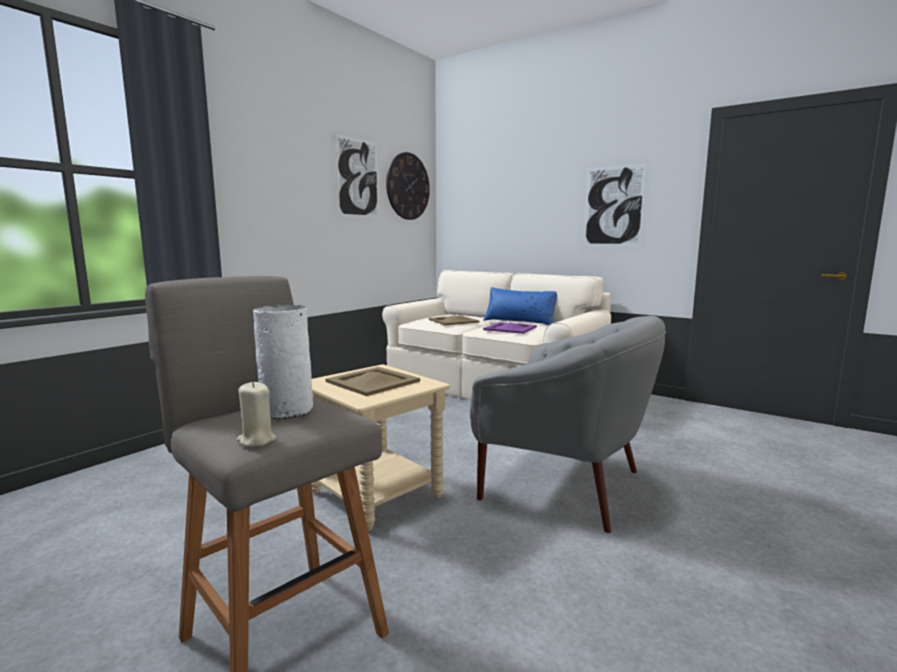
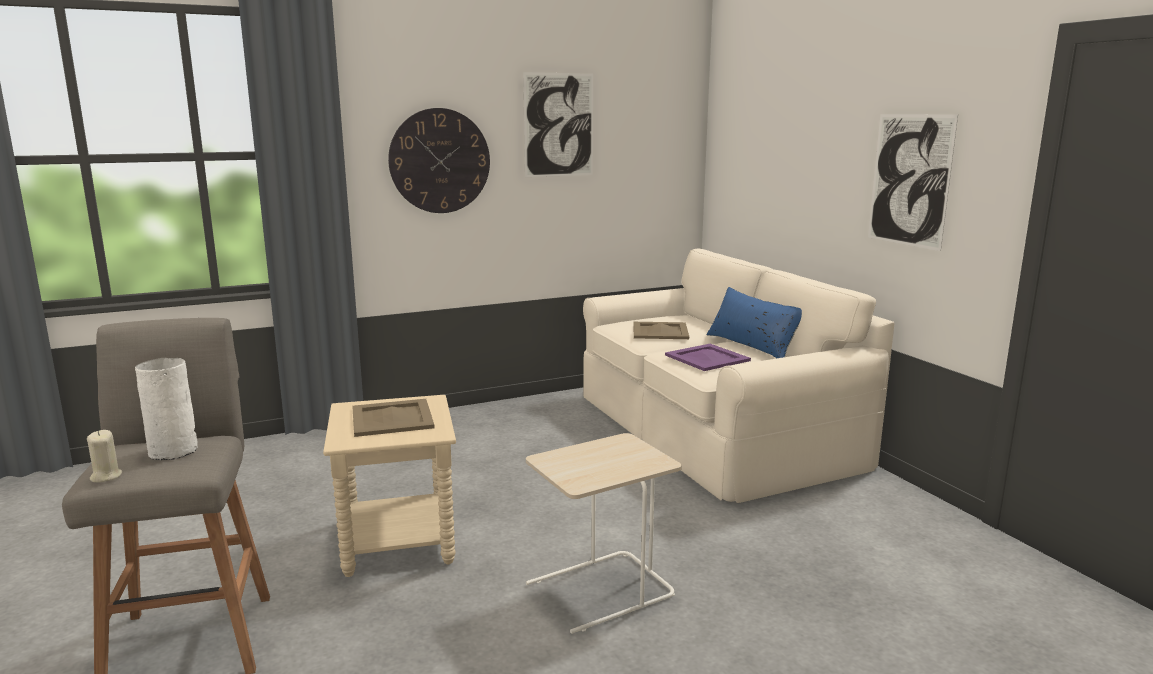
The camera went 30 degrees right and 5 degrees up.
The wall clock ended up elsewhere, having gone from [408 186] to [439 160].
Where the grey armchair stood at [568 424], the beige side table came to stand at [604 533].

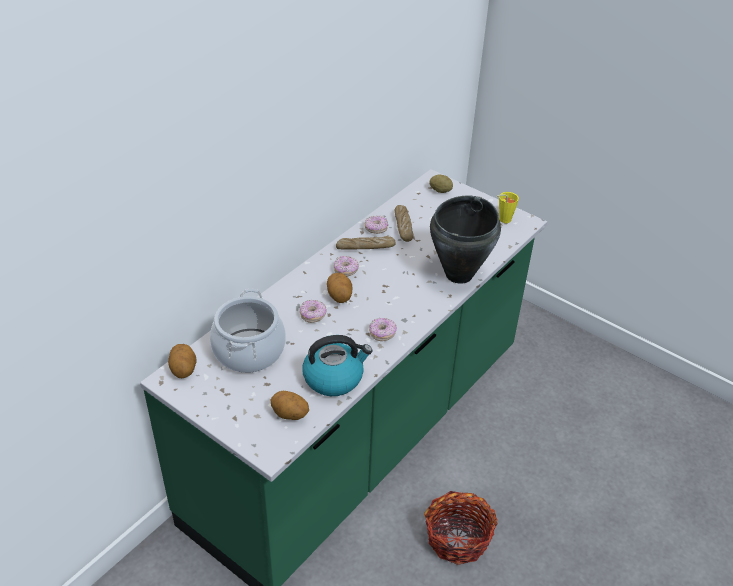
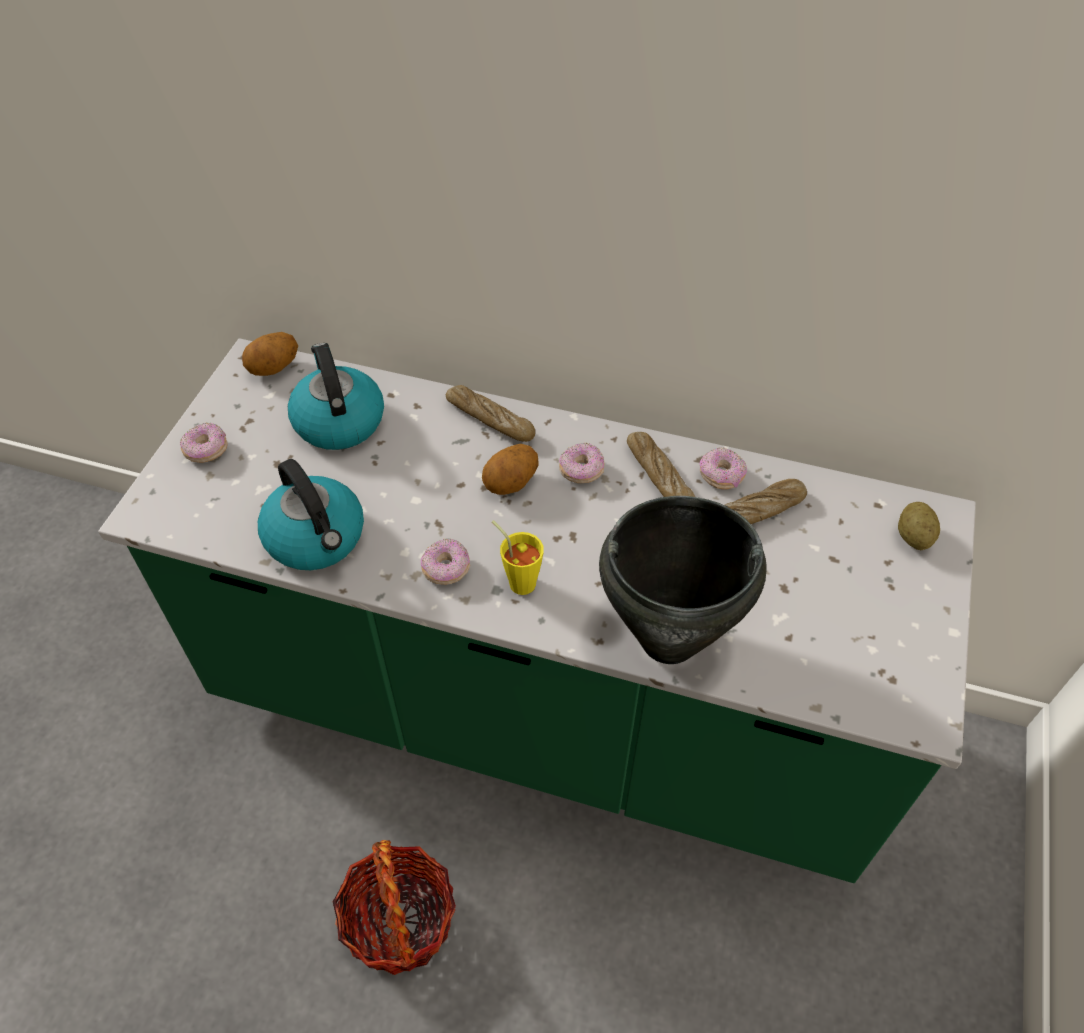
The camera went 70 degrees right and 10 degrees up.
The donut ended up elsewhere, having gone from [313 311] to [204 442].
Where the cooking pot stood at [248 331], the kettle came to stand at [336 396].
The second view gained the bread at [490 413].
The yellow cup ended up elsewhere, having gone from [508 207] to [518 557].
The second view lost the potato at [290 405].

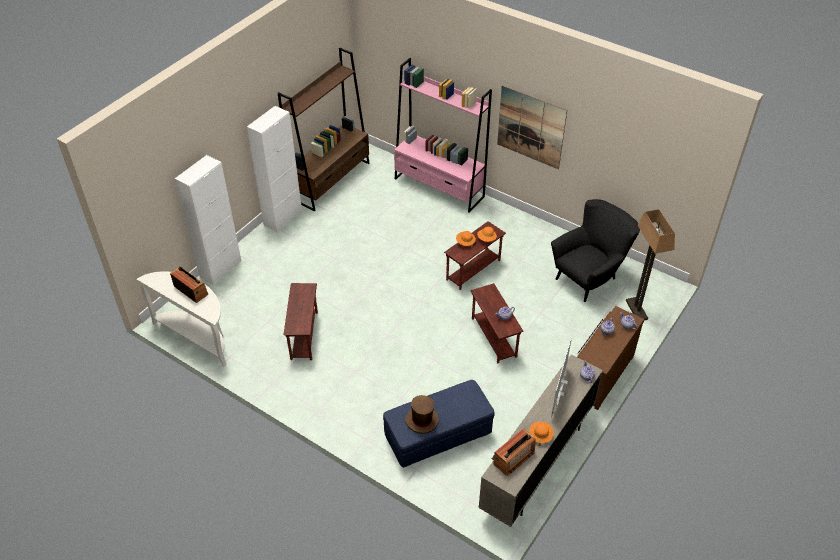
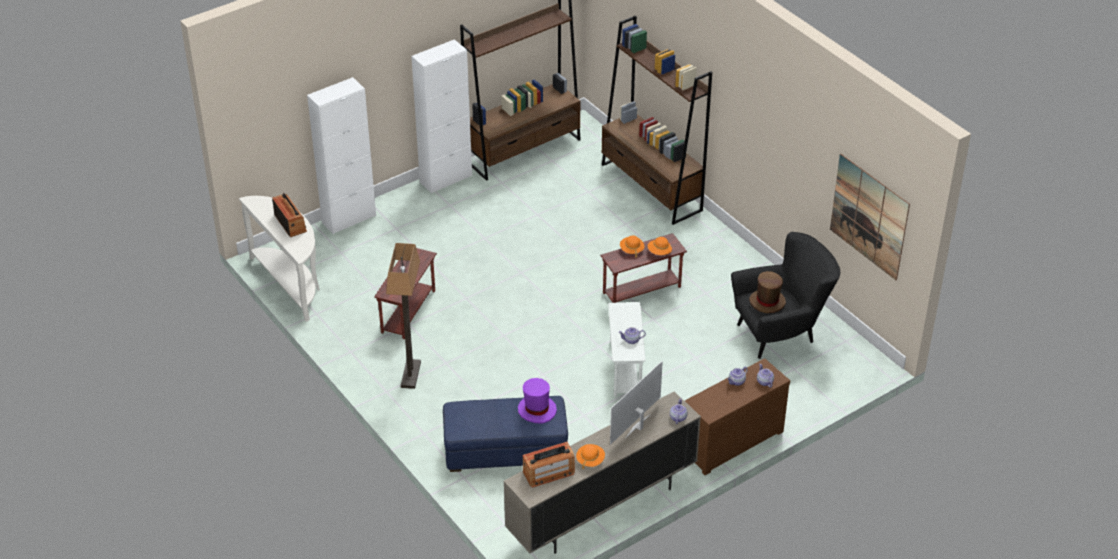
The camera went 20 degrees right and 5 degrees down.
The floor lamp ended up elsewhere, having gone from [650 265] to [403 316].
The second view gained the purple hat at [537 400].
What was the pink bookcase at [443 135] turned into the brown bookcase at [657 120].
What was the brown side table at [496 323] turned into the white side table at [627 349].
The brown hat ended up elsewhere, having gone from [422 414] to [767 292].
The picture ended up elsewhere, having gone from [532 127] to [870 217].

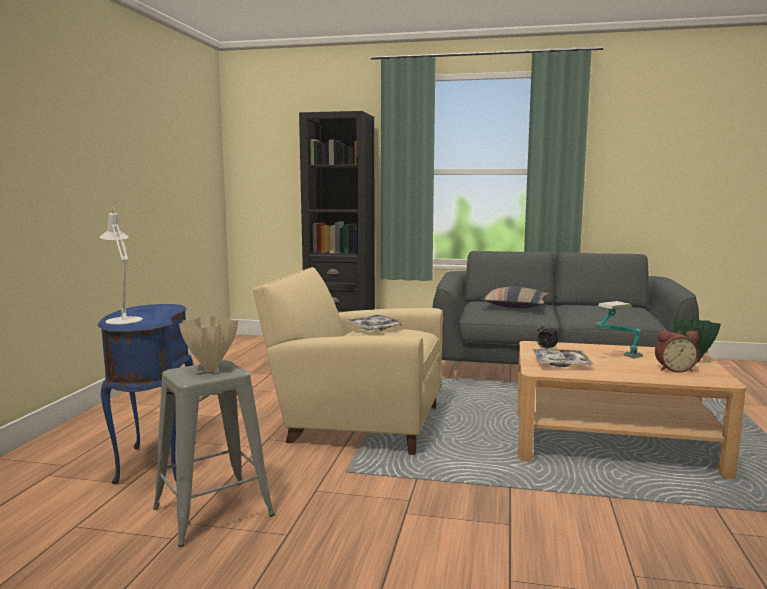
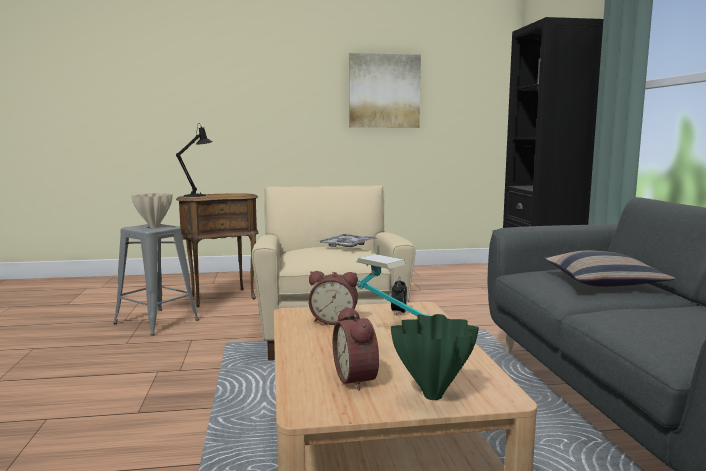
The camera went 70 degrees right and 0 degrees up.
What was the white table lamp at [121 266] turned into the black table lamp at [194 160].
What was the blue side table at [147 394] turned into the brown side table at [217 250].
Where the tray stood at [563 358], the alarm clock came to stand at [333 298].
The second view gained the picture at [385 90].

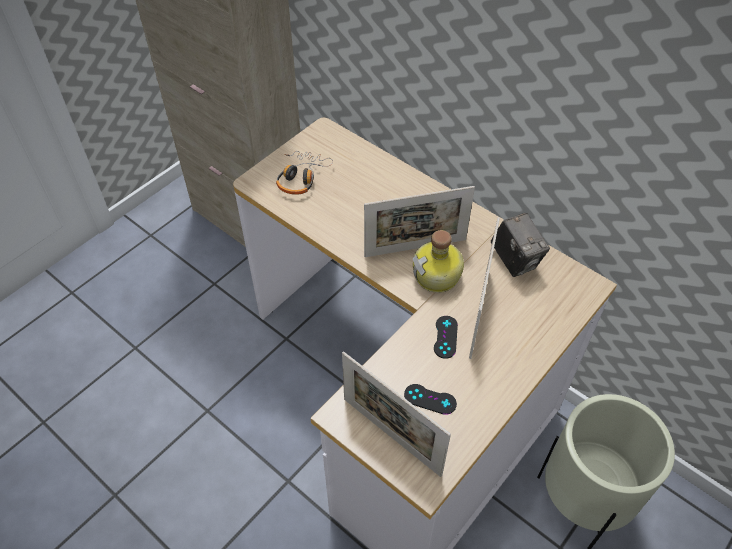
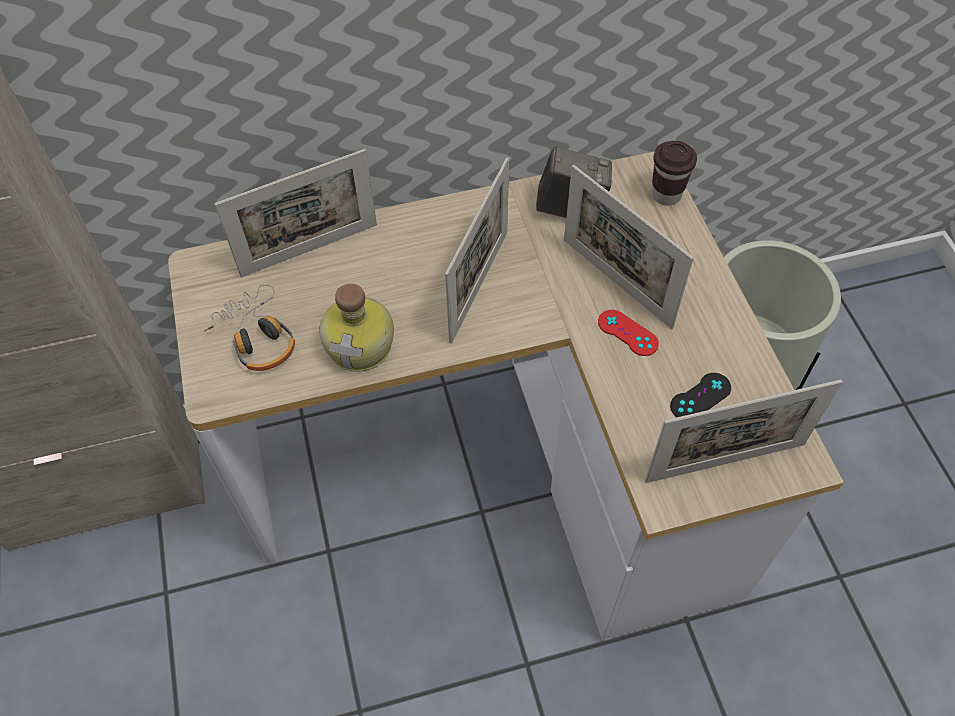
The camera went 55 degrees left and 5 degrees up.
The second view gained the picture frame at [296 213].
The bottle ended up elsewhere, having gone from [438 261] to [356 328].
What was the black game controller at [446 337] turned into the red game controller at [628 333].
The second view gained the brown cup at [674 173].

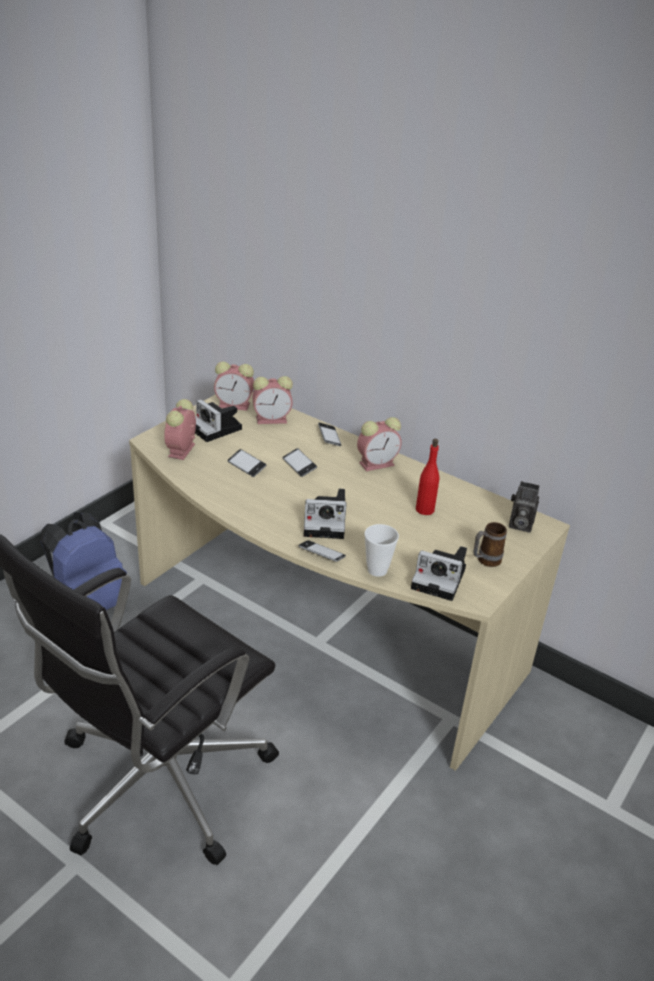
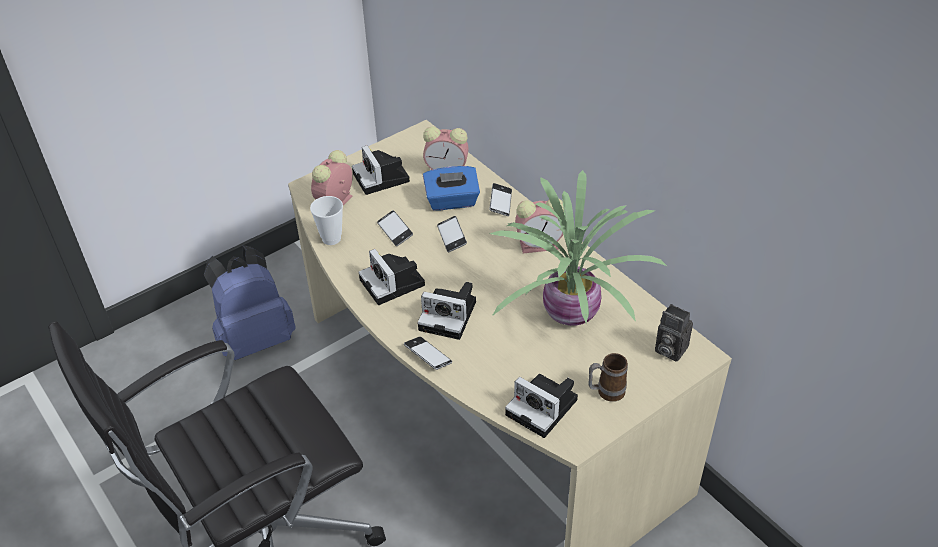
The camera went 20 degrees right and 10 degrees up.
The cup ended up elsewhere, having gone from [381 550] to [326 220].
The second view gained the photo camera at [392 277].
The second view gained the blue tissue box at [451 188].
Where the red bottle stood at [428 477], the potted plant came to stand at [578 248].
The second view lost the alarm clock at [234 386].

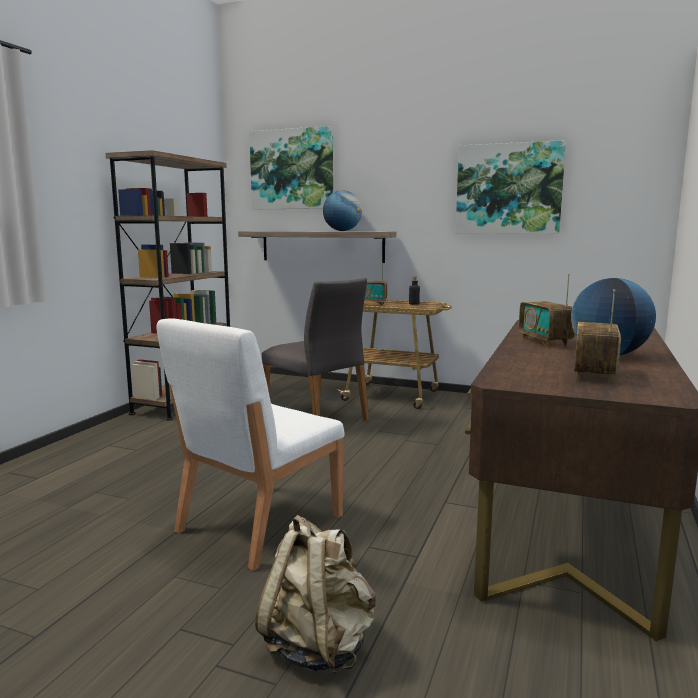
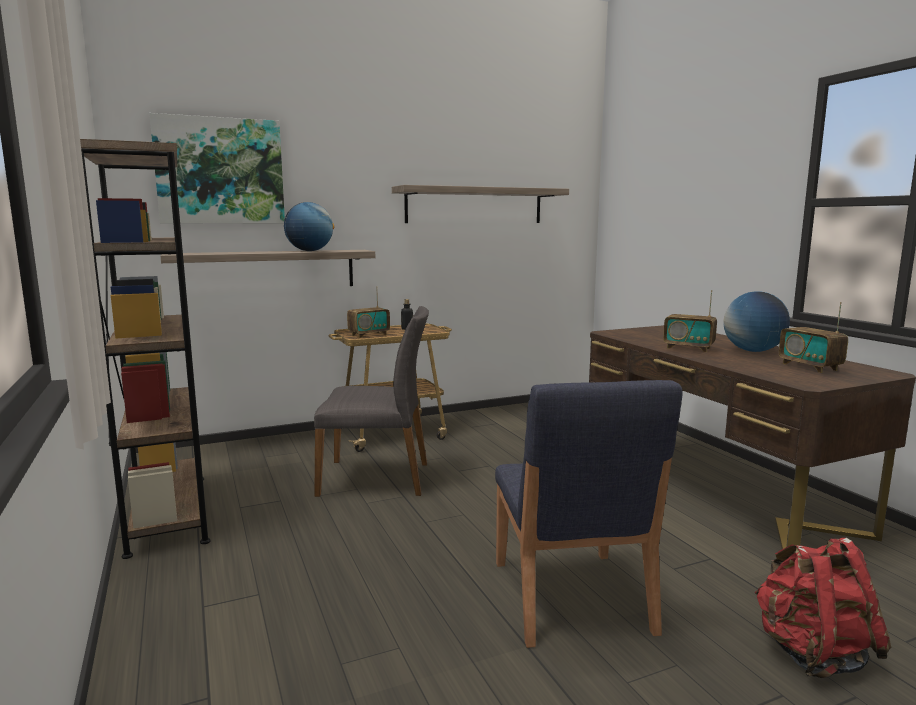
The camera went 45 degrees left and 0 degrees up.
Where the picture hung at [511 187], the shelf came to hang at [480 204].
What was the white chair at [251 444] turned into the blue chair at [589 514].
What was the beige backpack at [315 594] turned into the red backpack at [822 608].

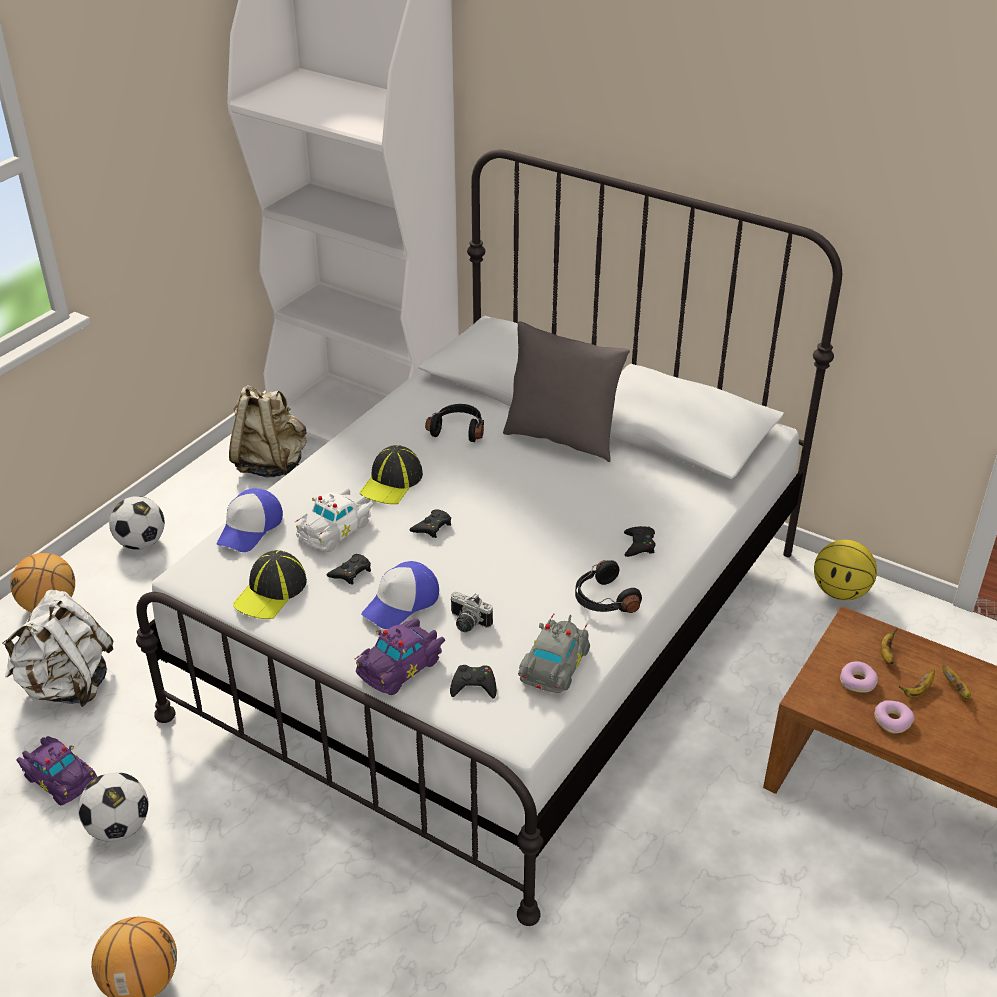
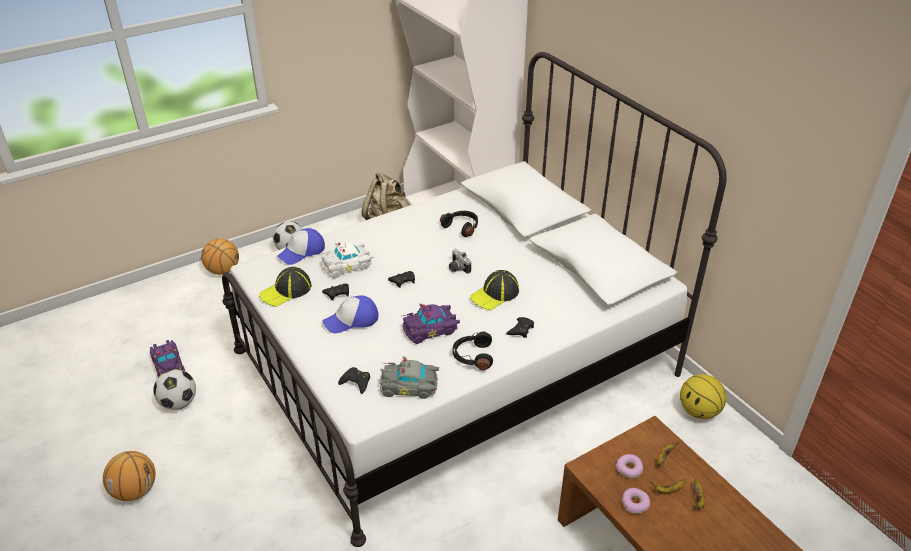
The camera went 25 degrees right and 0 degrees up.
The grey toy car at [554 653] ended up facing another way, 135 degrees counterclockwise from before.
The purple toy car ended up elsewhere, having gone from [399 656] to [431 324].
The photo camera ended up elsewhere, having gone from [471 612] to [460 261].
The cap ended up elsewhere, having gone from [391 474] to [494 290].
The second view lost the white backpack at [58 648].
The second view lost the grey pillow at [566 391].

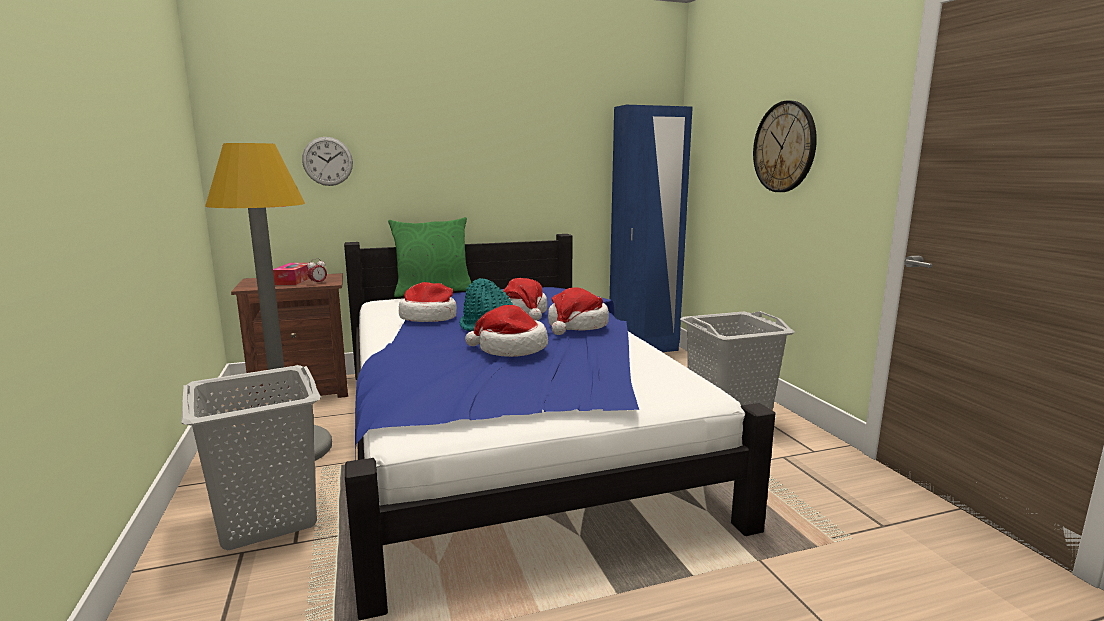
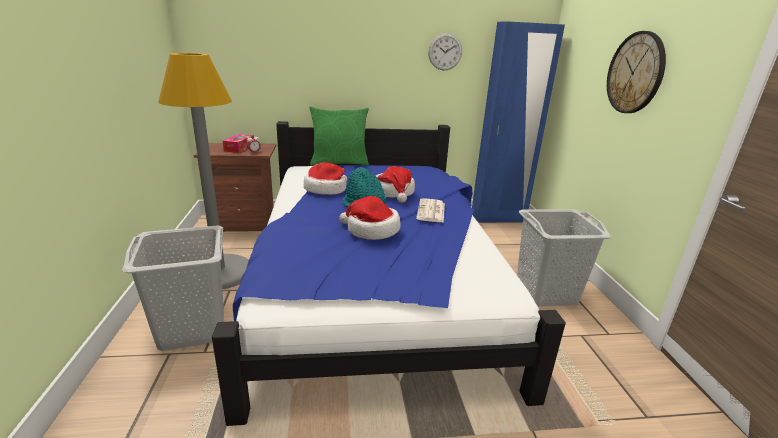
The camera went 10 degrees right and 10 degrees up.
Where the hat stood at [578 311], the newspaper came to stand at [430 210].
The wall clock ended up elsewhere, having gone from [327 161] to [445 52].

